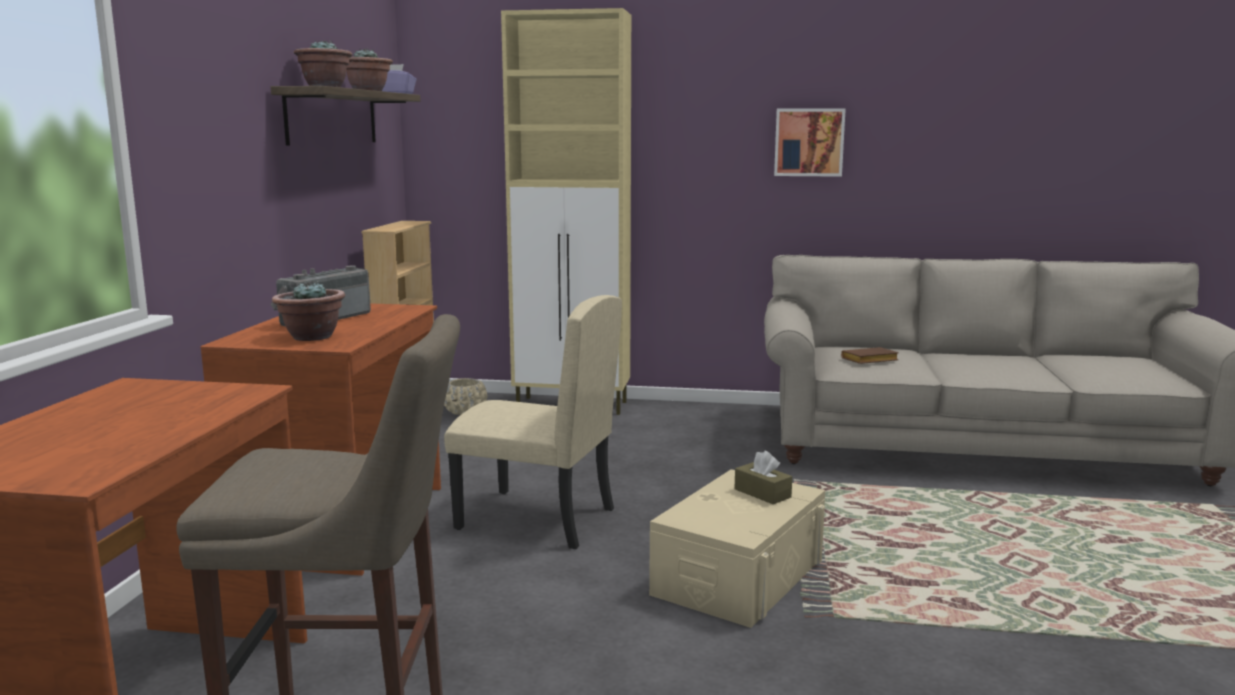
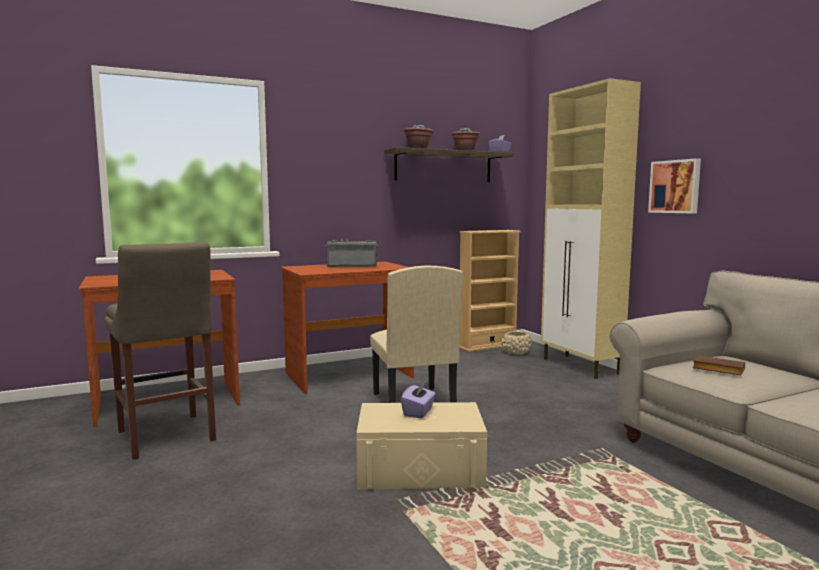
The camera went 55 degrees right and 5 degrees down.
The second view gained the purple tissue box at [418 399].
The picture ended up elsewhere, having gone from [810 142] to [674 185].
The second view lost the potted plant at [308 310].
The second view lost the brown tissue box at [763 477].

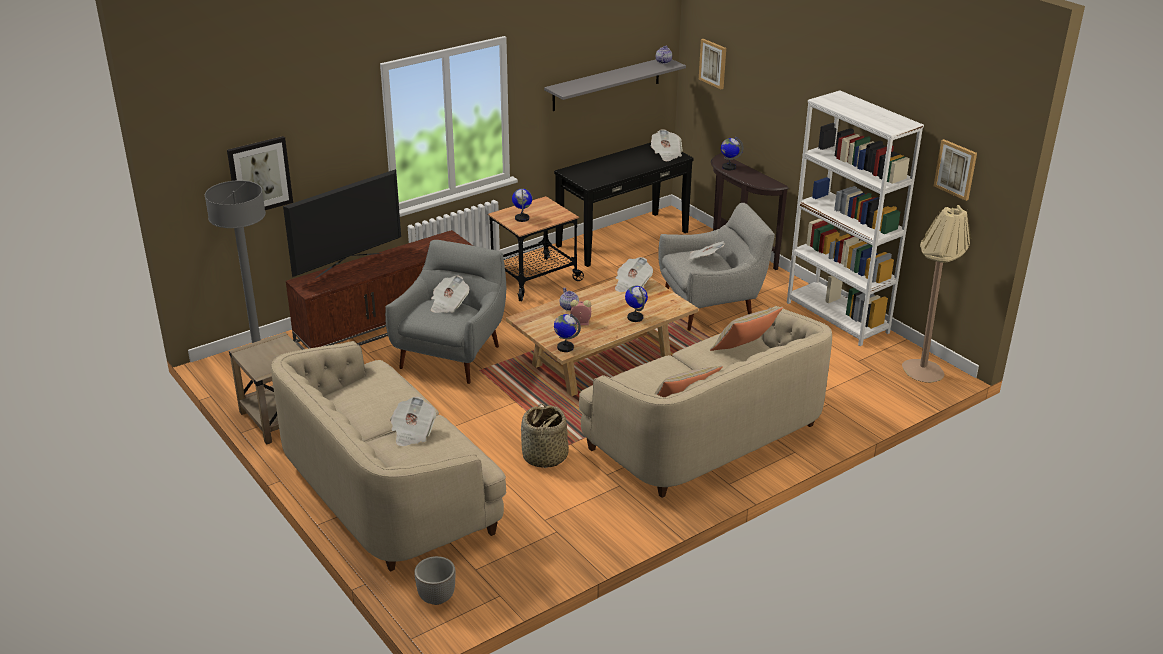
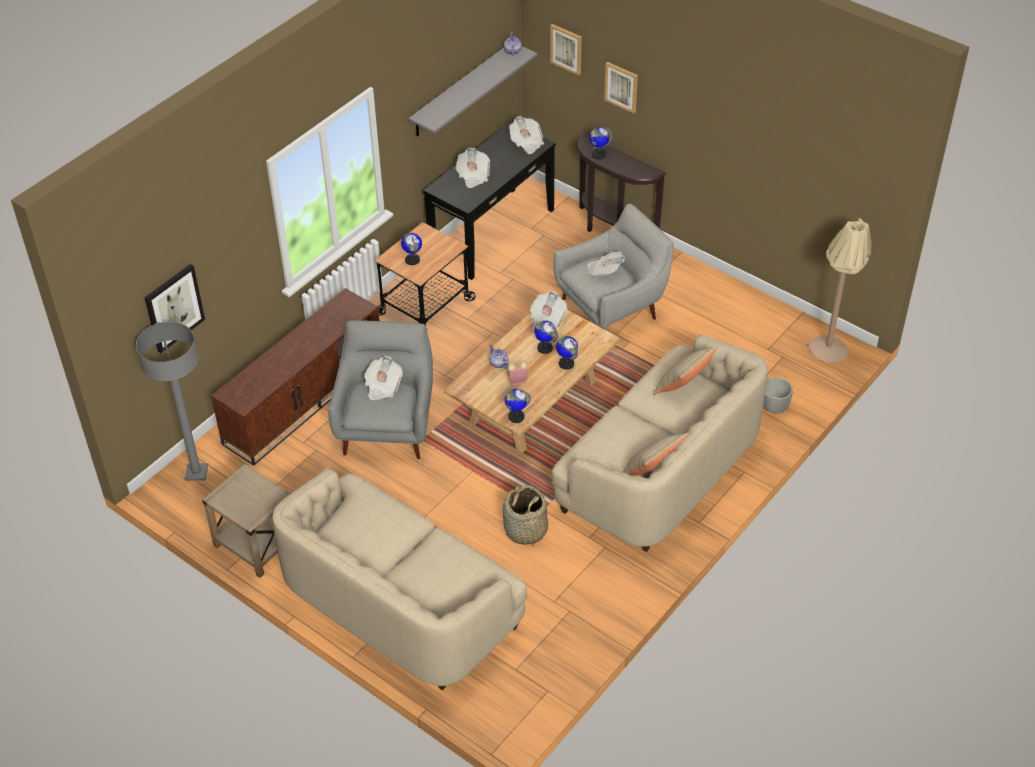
The camera went 15 degrees left and 15 degrees up.
The newspaper ended up elsewhere, having gone from [413 421] to [472 168].
The second view gained the globe at [546 337].
The picture ended up elsewhere, having gone from [955 170] to [621 87].
The planter ended up elsewhere, having gone from [435 580] to [778 395].
The second view lost the television at [342 223].
The second view lost the white bookcase at [855 218].

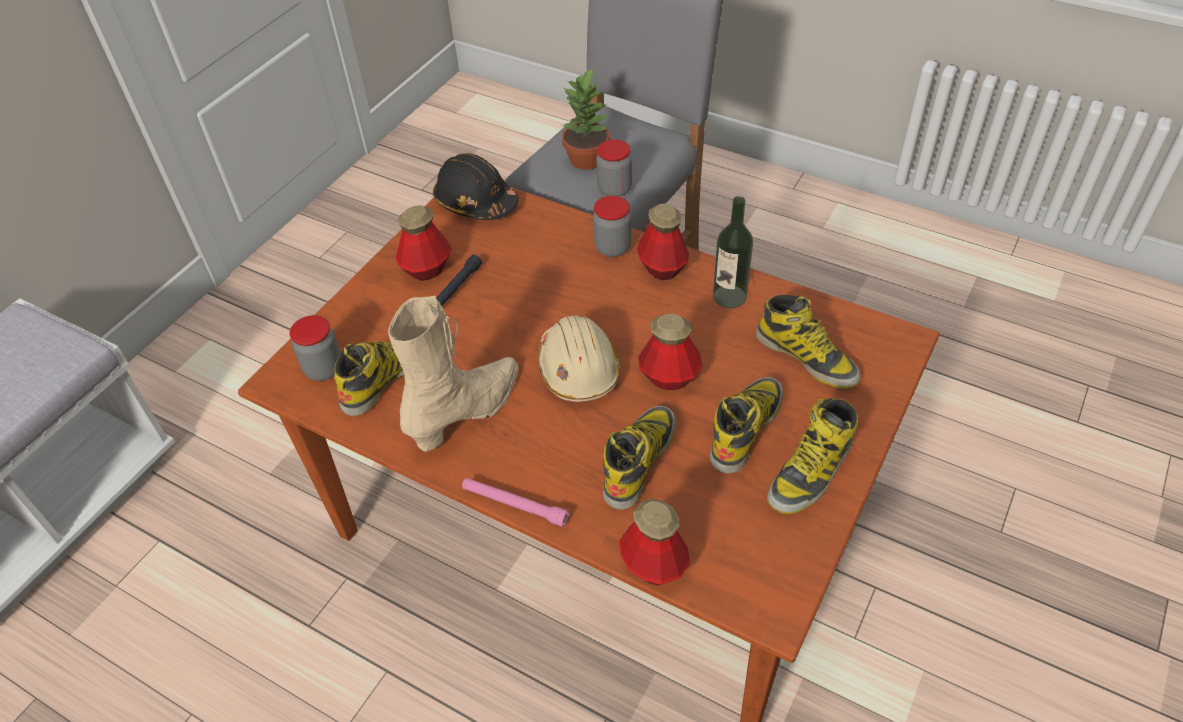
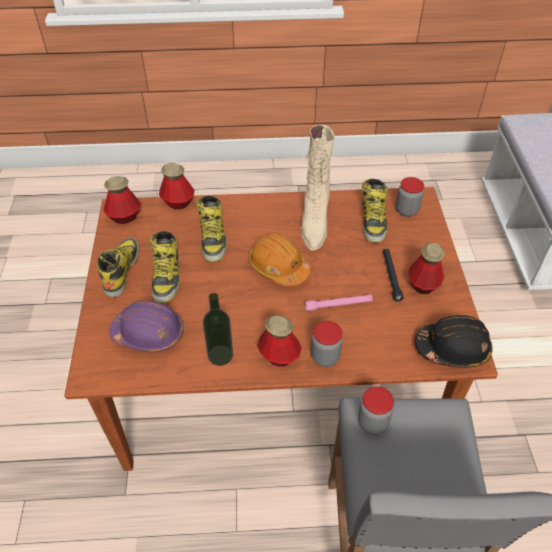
The camera went 145 degrees right and 0 degrees up.
The bottle ended up elsewhere, having gone from [670 352] to [122 200].
Where the boot stood at [808 342], the purple hard hat came to stand at [147 326].
What was the beige hard hat at [579 358] turned into the orange hard hat at [279 259].
The pink flashlight ended up elsewhere, having gone from [515 502] to [339 303].
The second view lost the potted plant at [586 118].

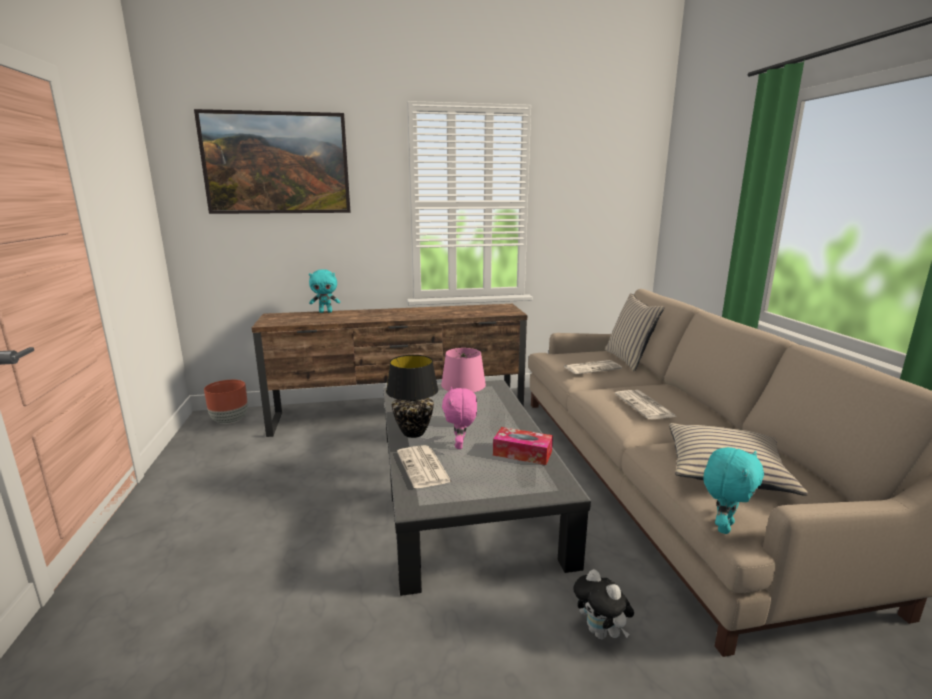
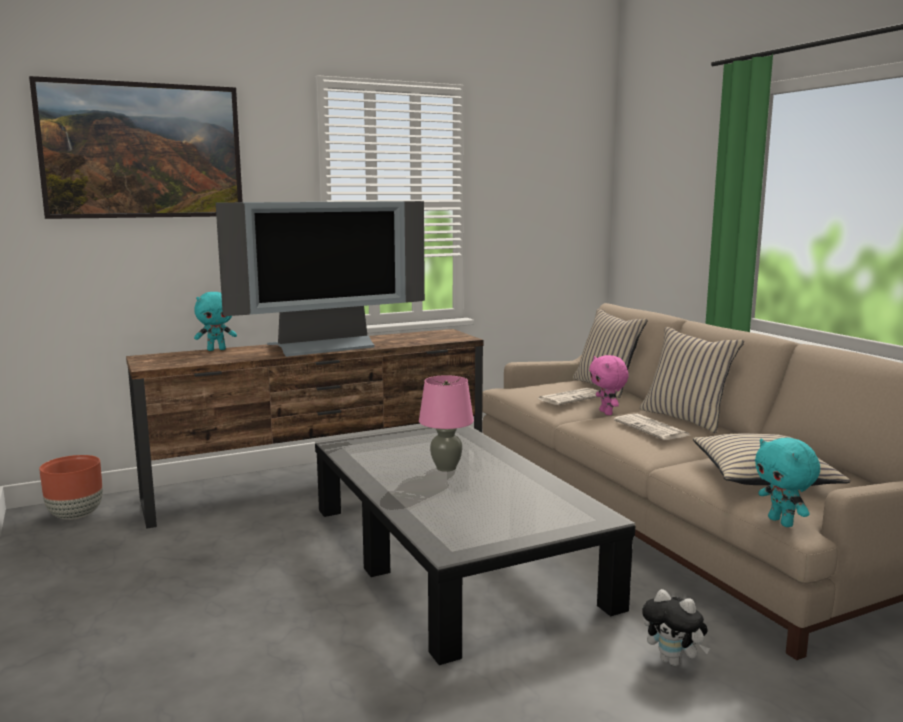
The camera went 15 degrees left and 5 degrees down.
The second view gained the television at [320 279].
The pink plush toy ended up elsewhere, having gone from [459 418] to [609 385].
The second view gained the beige pillow at [691 380].
The turquoise plush toy at [733 490] ended up facing another way, 135 degrees clockwise from before.
The second view lost the black table lamp at [412 396].
The second view lost the newspaper at [424 466].
The second view lost the tissue box at [523 446].

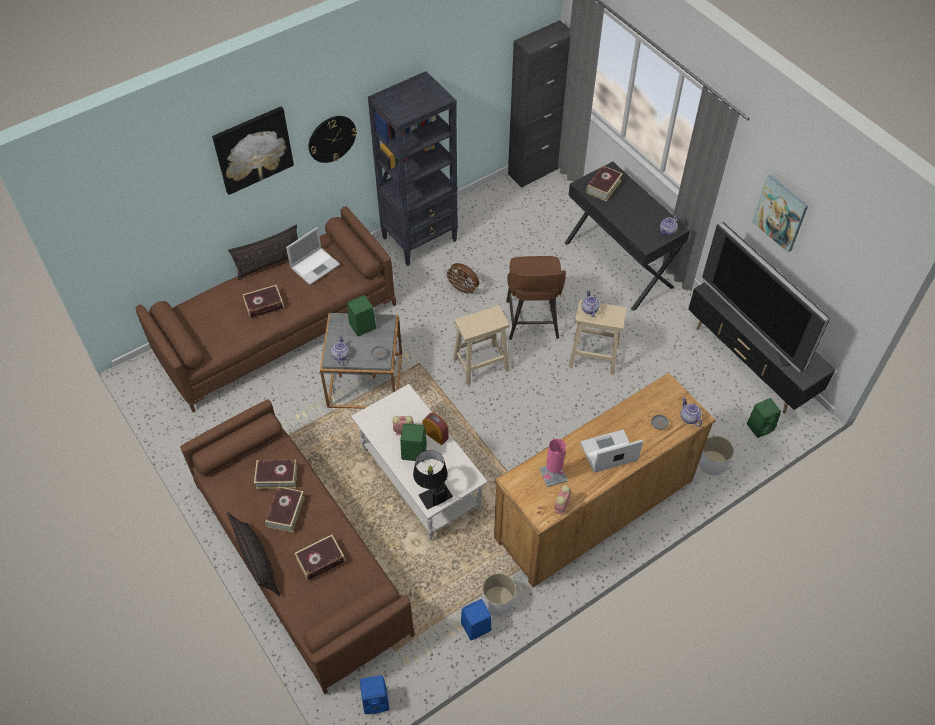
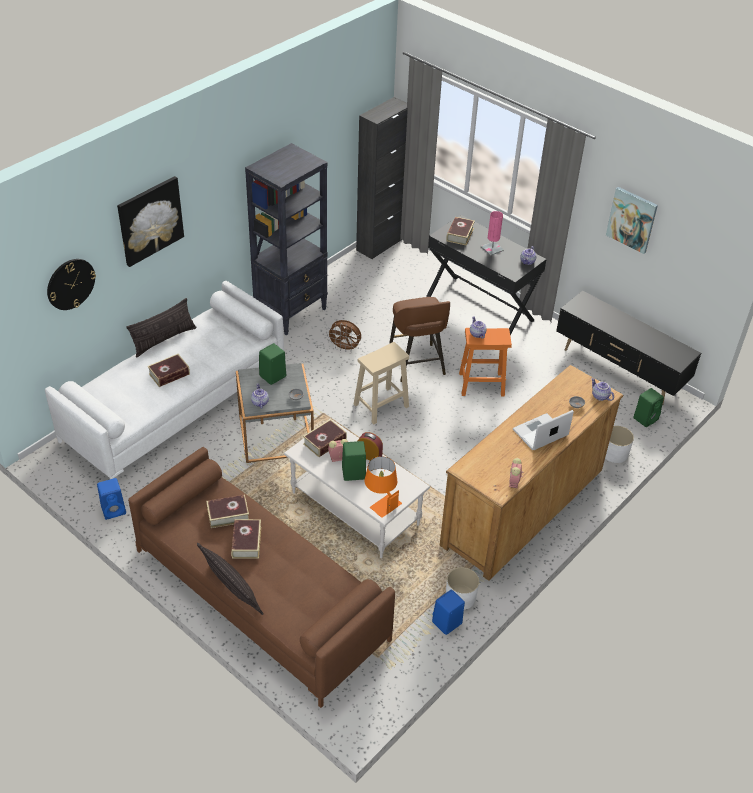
The camera went 15 degrees left and 10 degrees down.
What was the brown sofa at [265 309] turned into the white sofa at [165 380].
The wall clock ended up elsewhere, having gone from [333 139] to [71 284].
The blue speaker ended up elsewhere, having gone from [374 694] to [111 499].
The book ended up elsewhere, having gone from [320 558] to [325 438].
What was the black table lamp at [433 480] turned into the orange table lamp at [383 487].
What was the beige stool at [597 337] turned into the orange stool at [485 362].
The pink table lamp ended up elsewhere, having gone from [553 463] to [492 233].
The second view lost the laptop at [313 256].
The second view lost the television at [766 297].

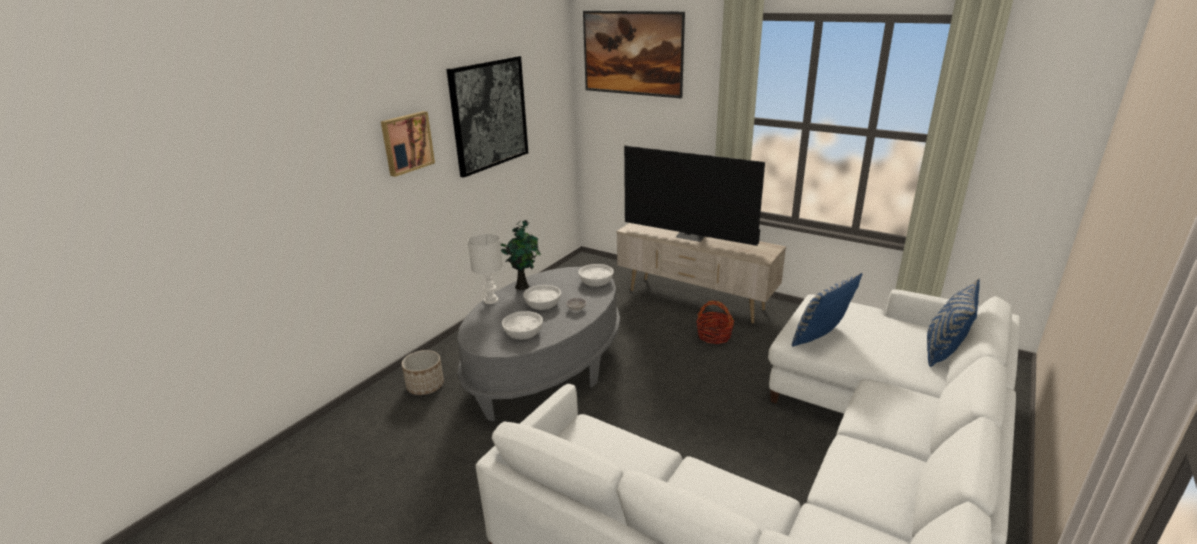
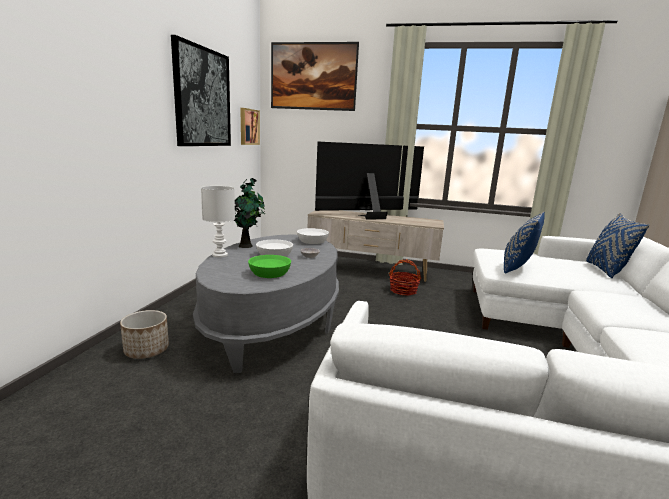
The camera went 20 degrees left and 10 degrees down.
The picture ended up elsewhere, having gone from [408 144] to [250 126].
What was the white bowl at [522 325] turned into the green bowl at [269 266].
The television at [694 196] ended up facing another way, 150 degrees clockwise from before.

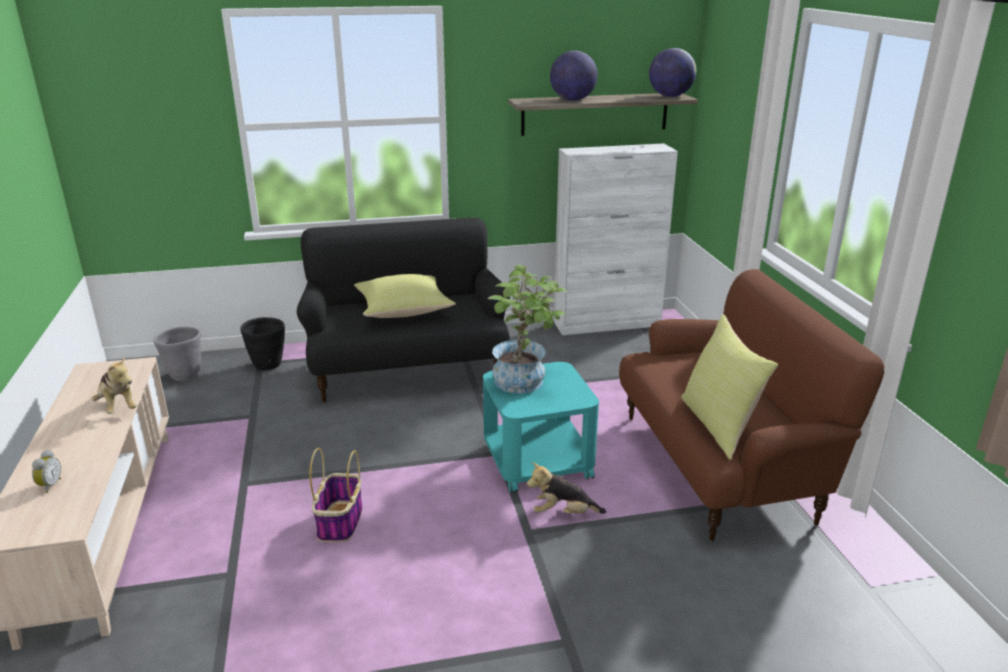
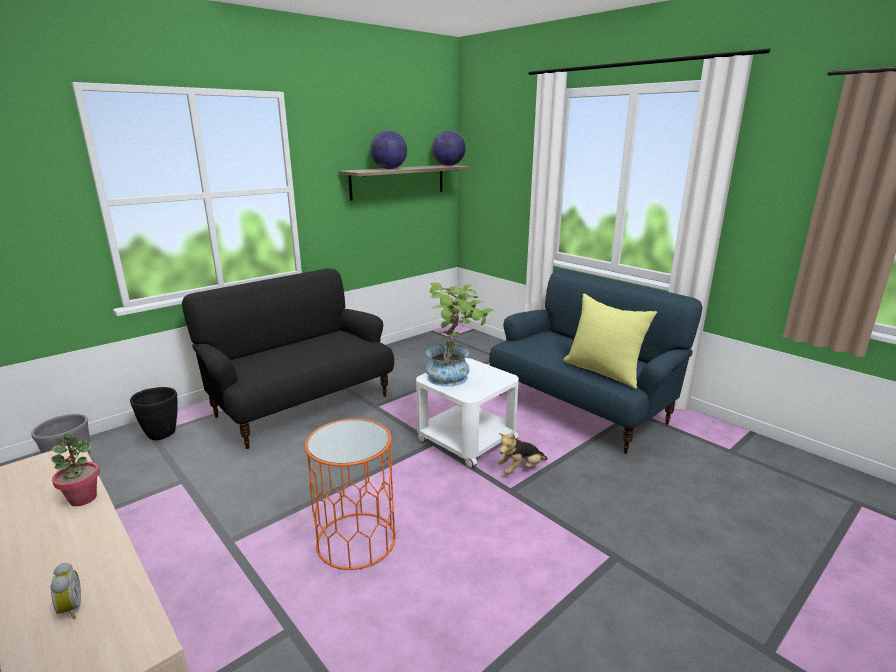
The camera went 30 degrees left and 5 degrees down.
Where the plush toy stood at [114 385], the potted plant came to stand at [75 468].
Where the basket stood at [335 495], the orange side table came to stand at [350 494].
What was the turquoise side table at [541 427] turned into the white side table at [467 413].
What was the brown sofa at [751 405] turned into the blue sofa at [595 361].
The second view lost the yellow pillow at [405 296].
The second view lost the white cabinet at [616 239].

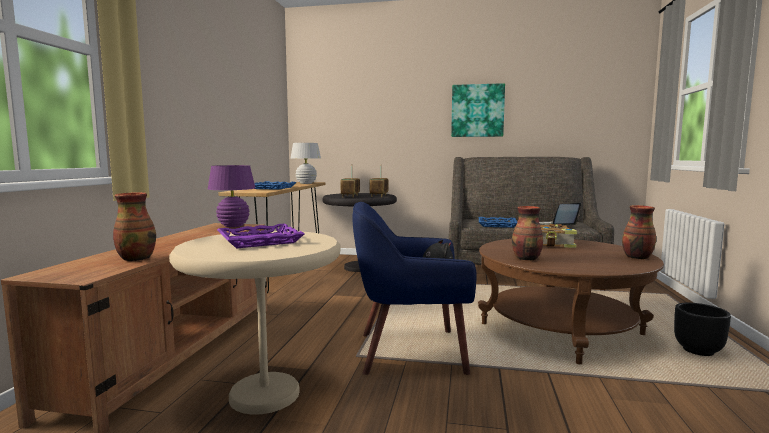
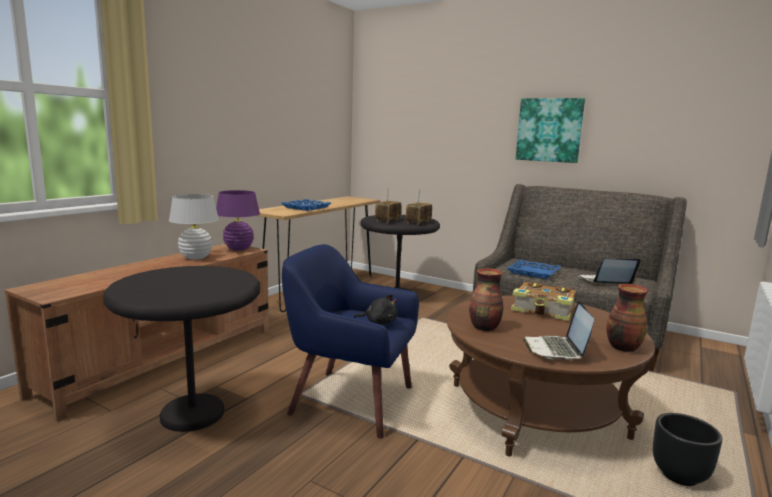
The camera went 20 degrees right and 5 degrees up.
What was the beige side table at [254 323] turned into the black side table at [181 349].
The white table lamp ended up elsewhere, having gone from [306 163] to [194 227].
The second view gained the laptop at [558 330].
The second view lost the vase at [134 226].
The second view lost the purple tray at [261 236].

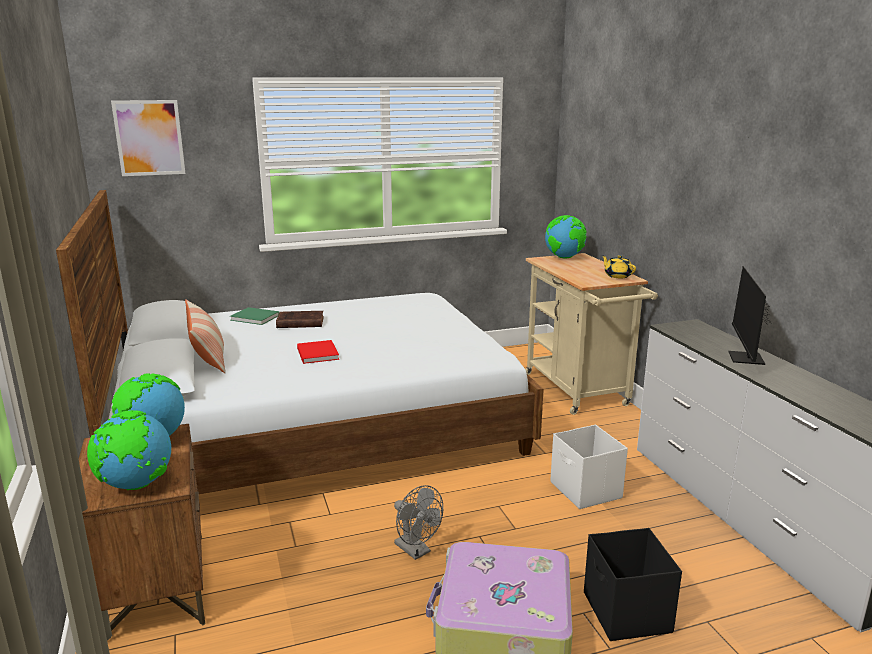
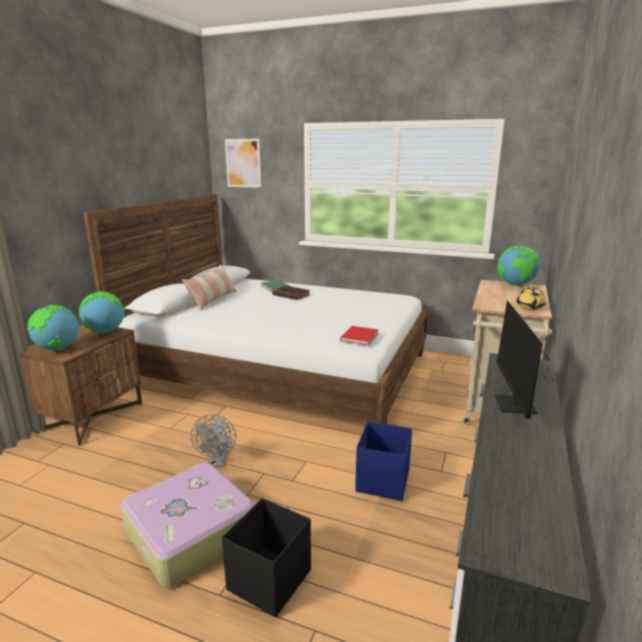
The camera went 40 degrees right and 0 degrees up.
The red book ended up elsewhere, having gone from [318 352] to [359 335].
What was the white storage box at [589 467] turned into the blue storage box at [383 461].
The monitor at [749 315] ended up facing another way, 45 degrees counterclockwise from before.

